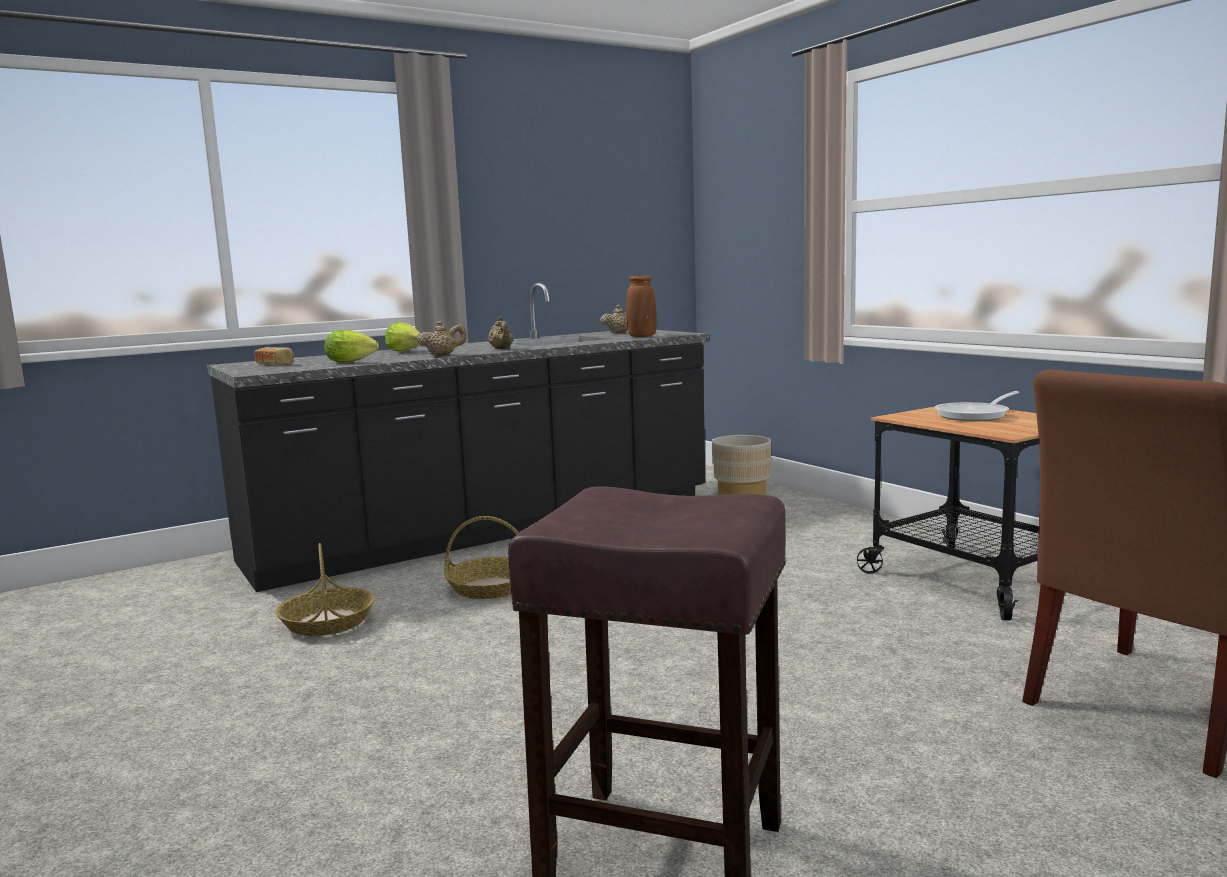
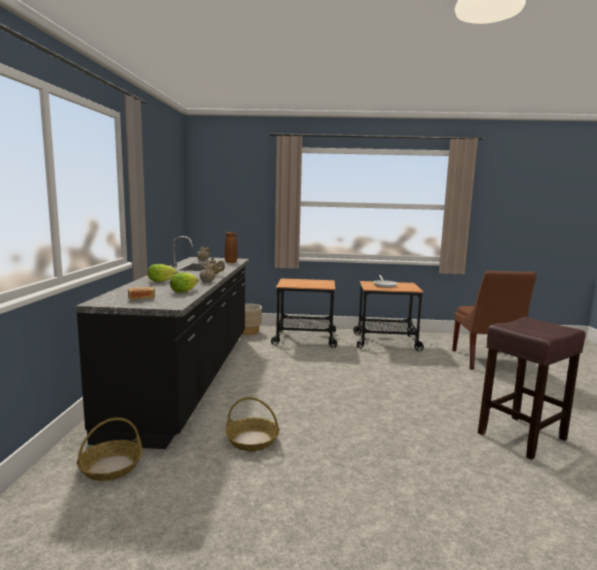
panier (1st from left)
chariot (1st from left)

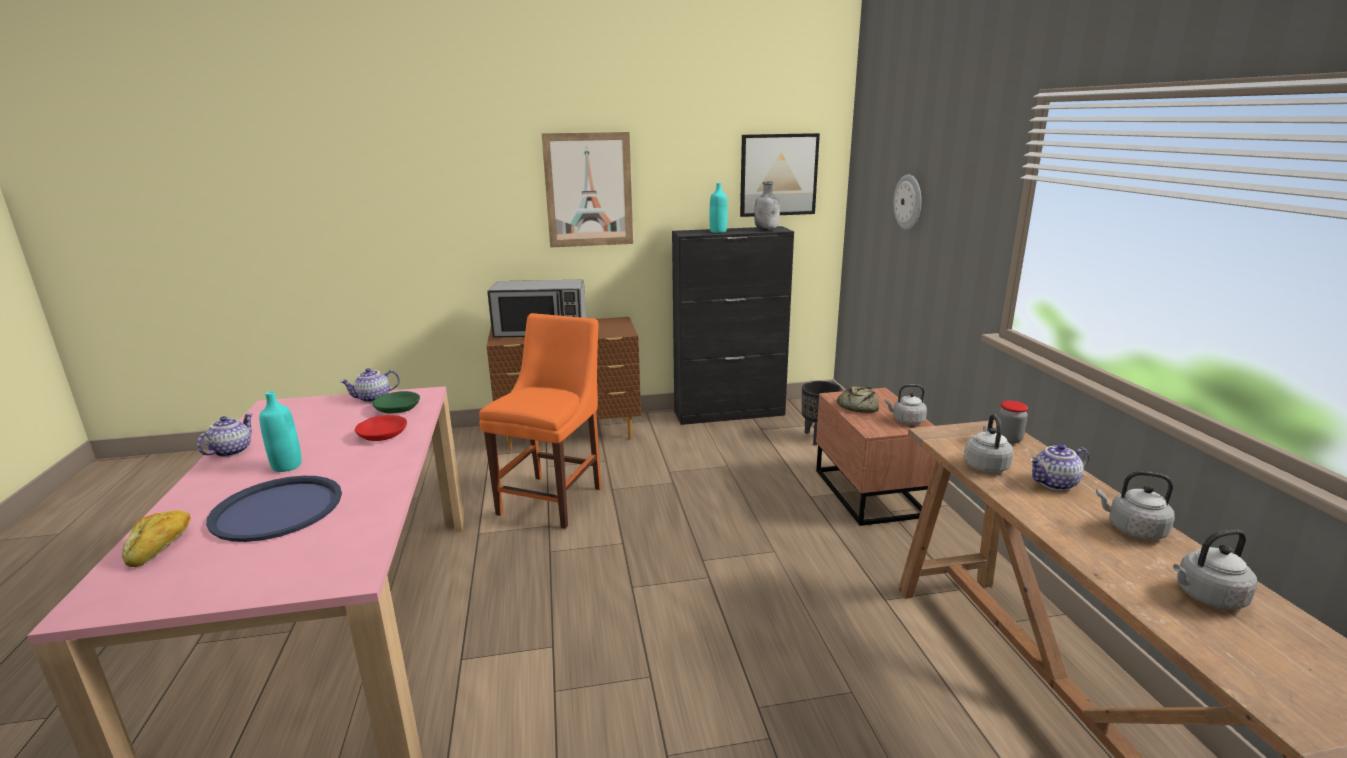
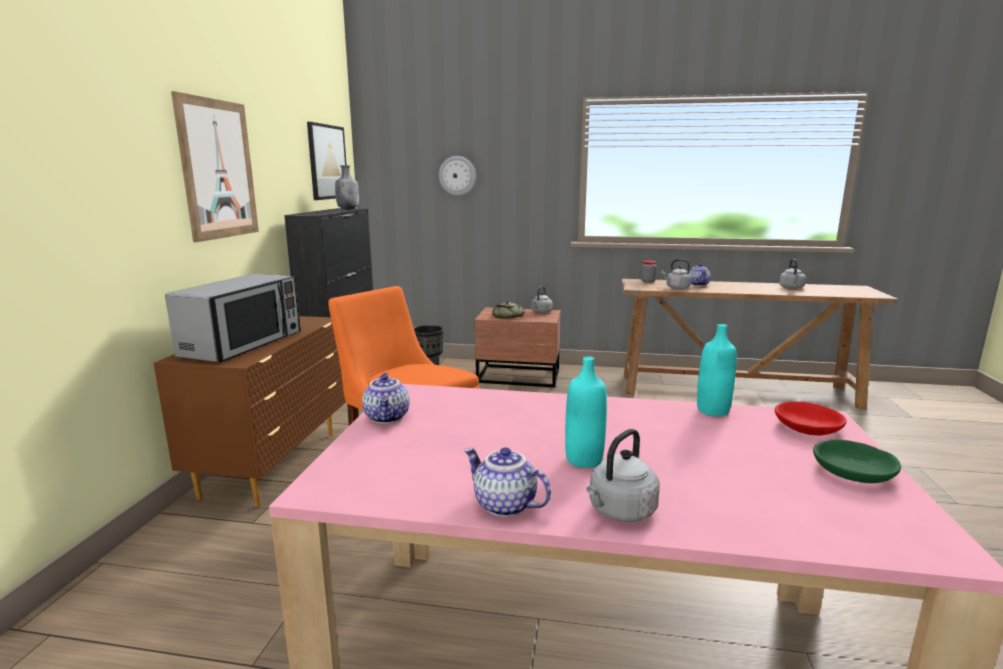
pain (1st from left in the first image)
plateau/bleu
bol/rouge
bol/vert
bouteille/turquoise (2nd from left)
bouilloire/gris (2nd from left)

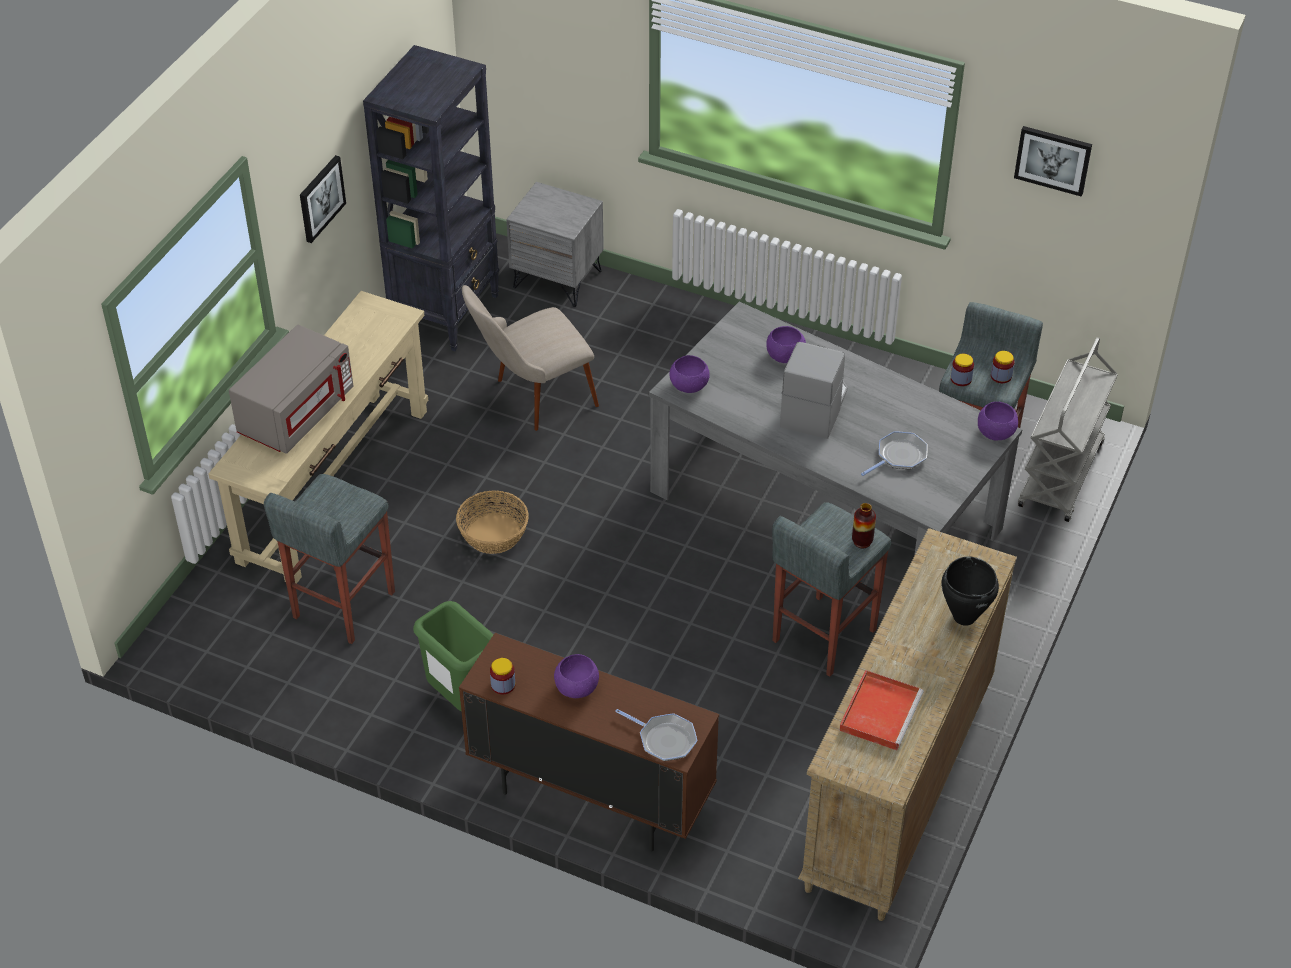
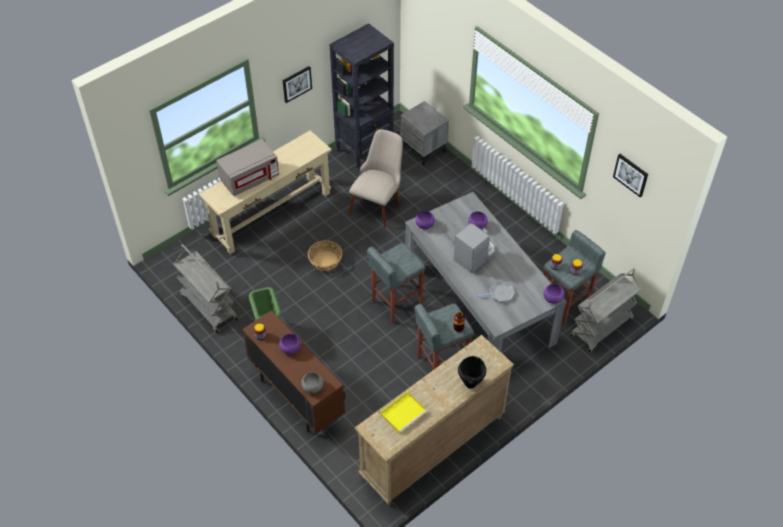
tabouret/gris (1st from left)
chaise/beige
bol/gris
plateau/jaune
chariot/gris (1st from left)

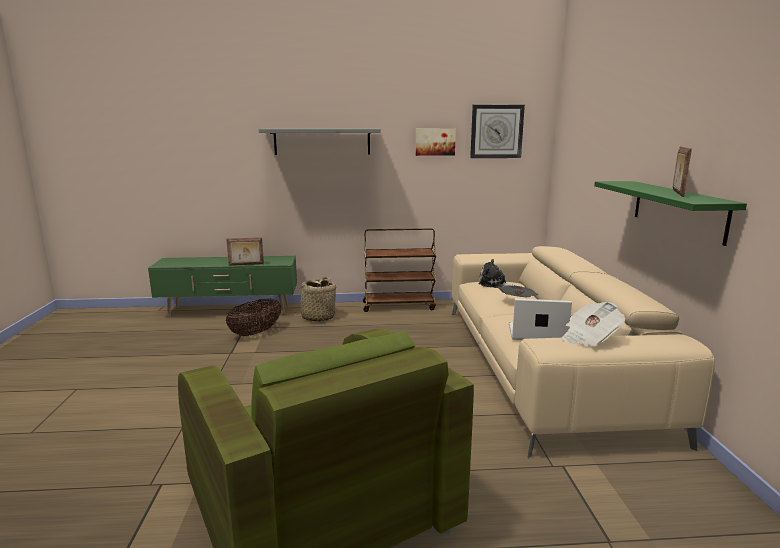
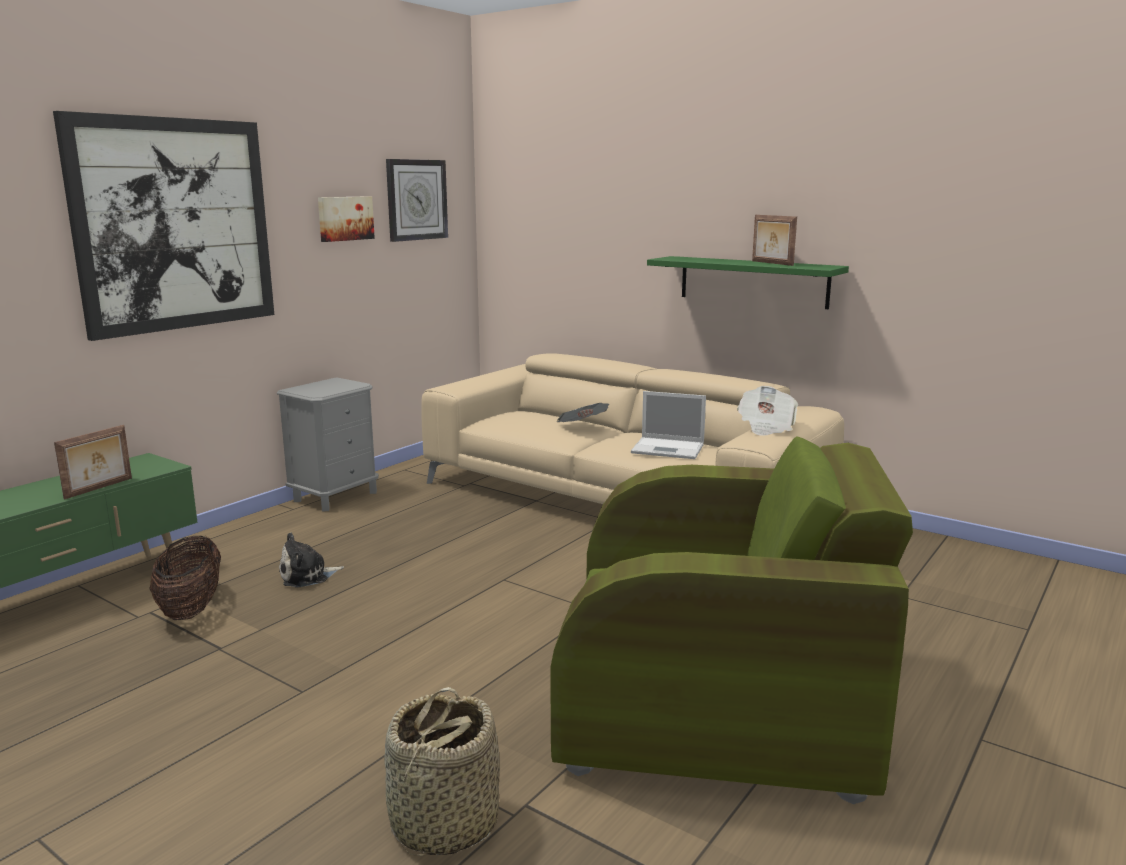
tableau (1st from left)
panier (2nd from left)
table de chevet/gris
peluche
ordinateur portable

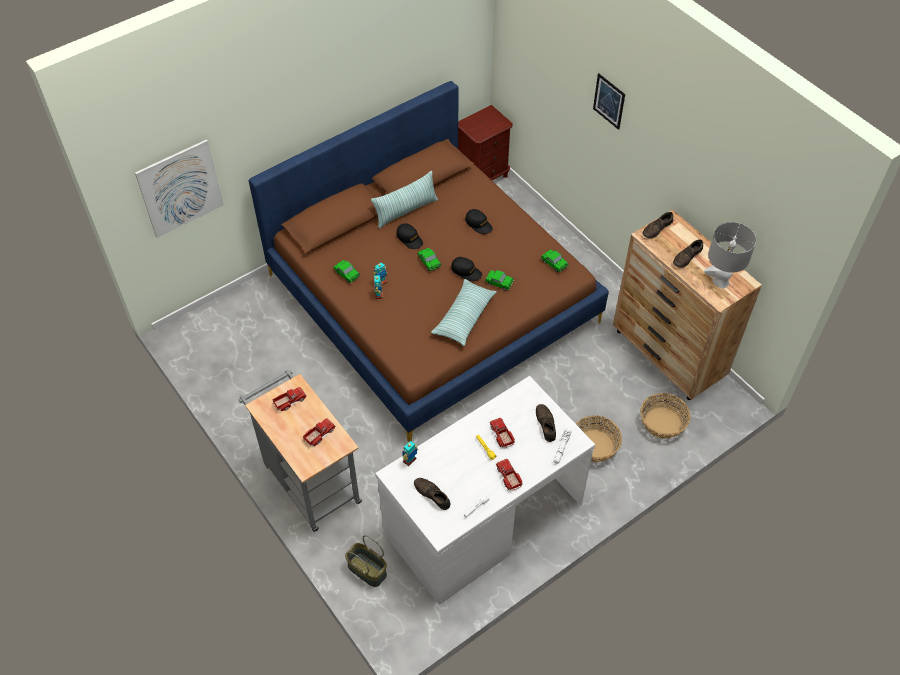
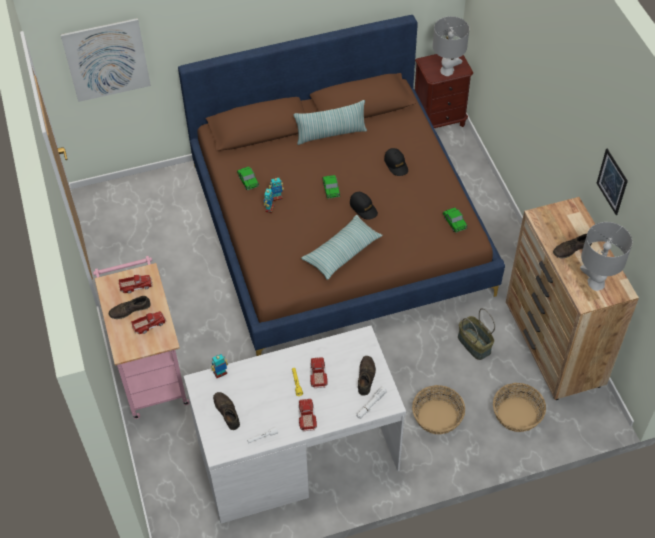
chariot/rose
panier (2nd from left)
casquette/noir (1st from left in the first image)
petite voiture (3rd from left in the first image)
tableau (2nd from left)
chaussure/marron (1st from left)
lampe de table/gris (1st from left)

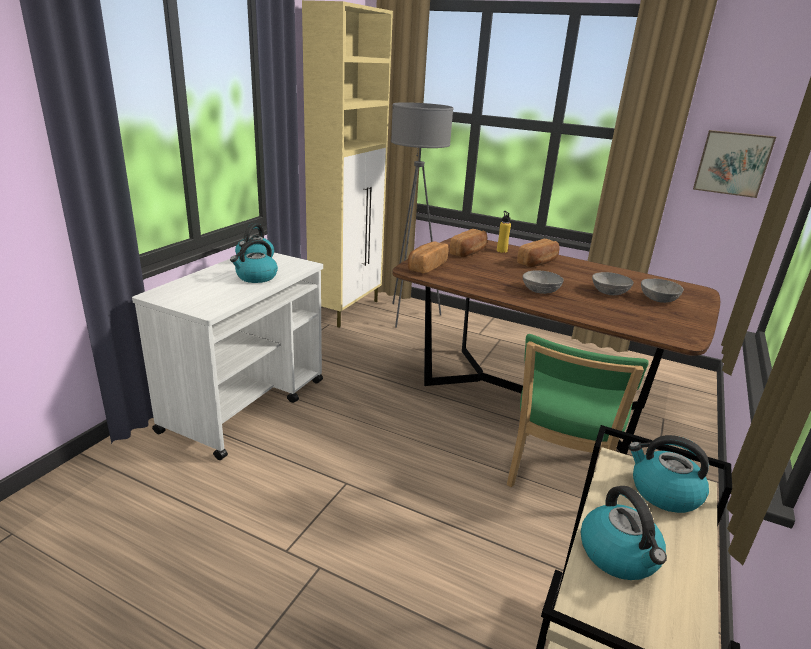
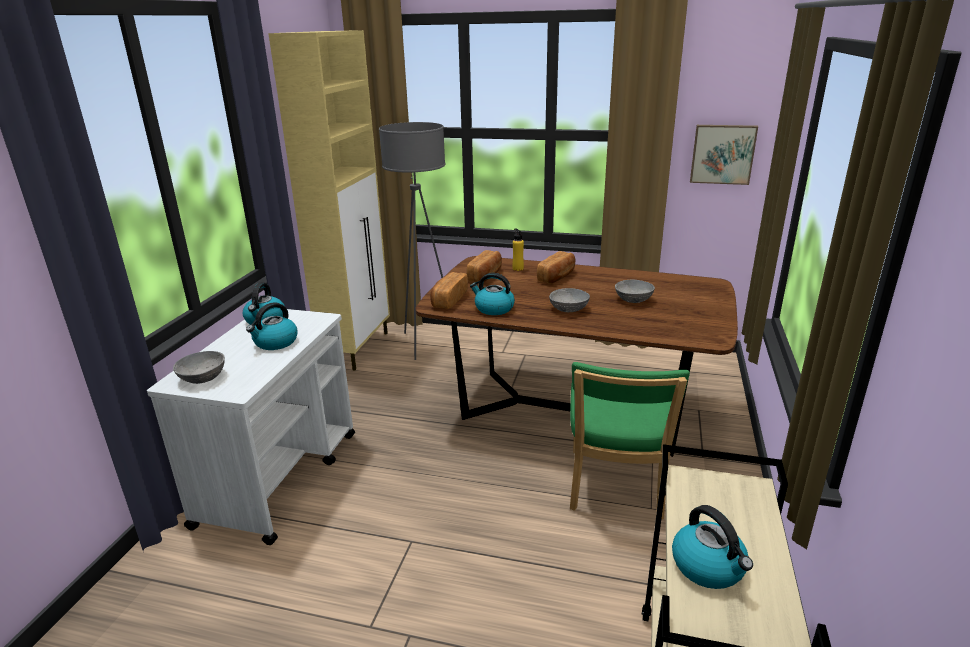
bouilloire (3rd from left)
bol/gris (1st from left)

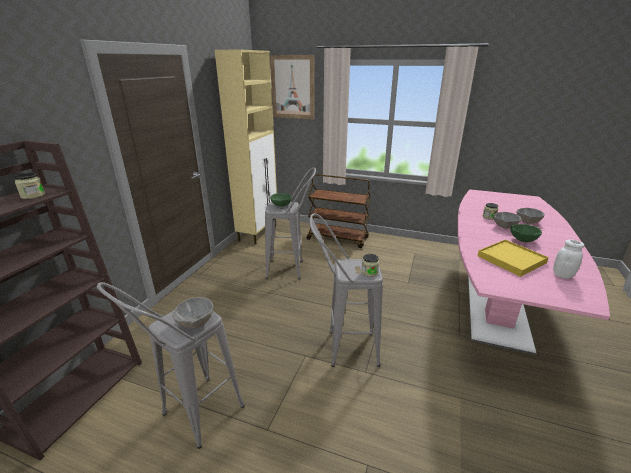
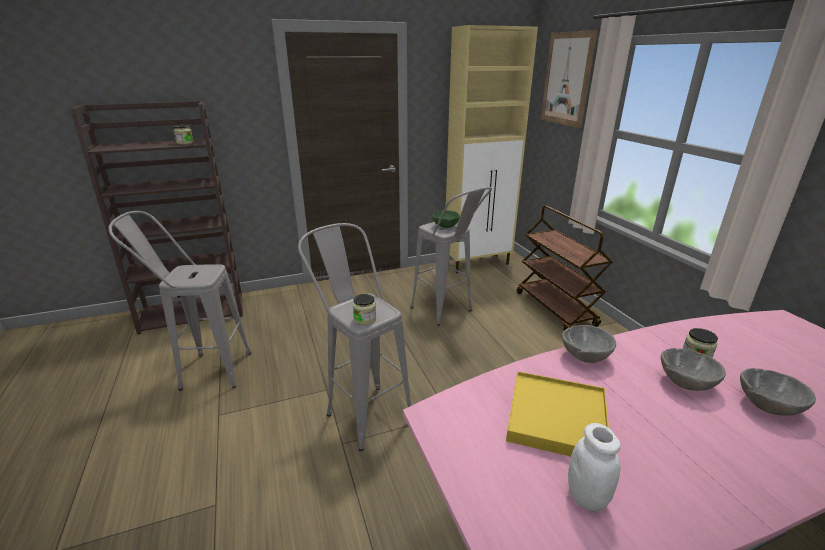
bol/gris (1st from left)
bol/vert (2nd from left in the first image)

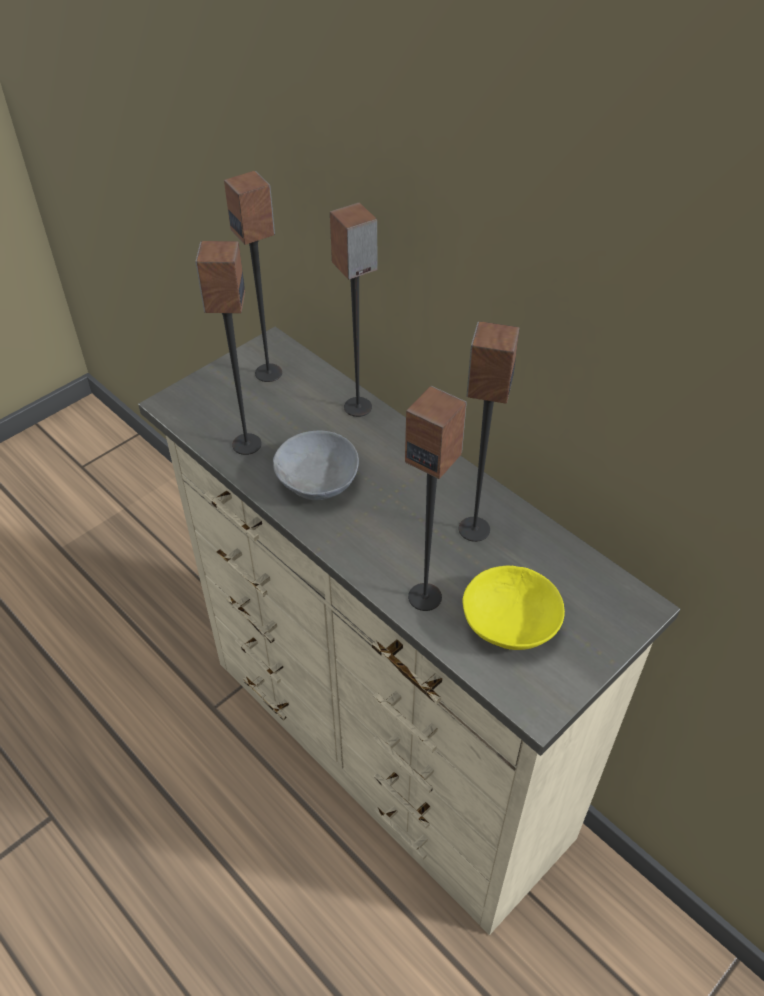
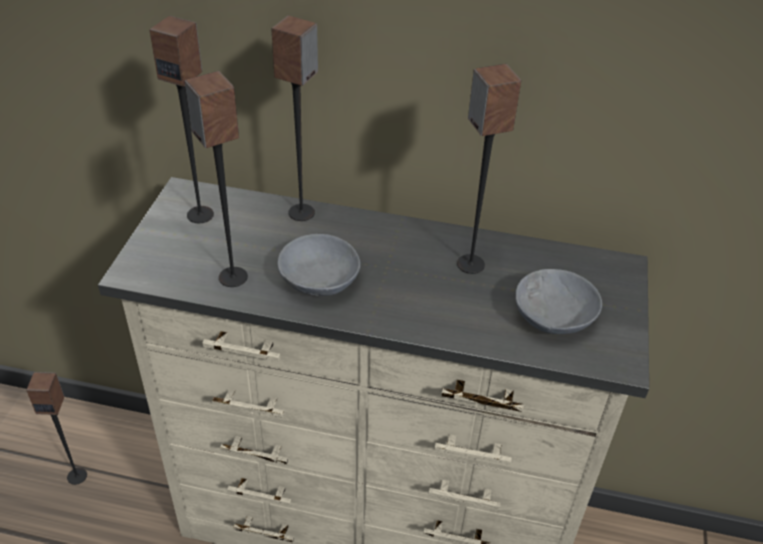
enceinte (1st from left)
bol/gris (2nd from left)

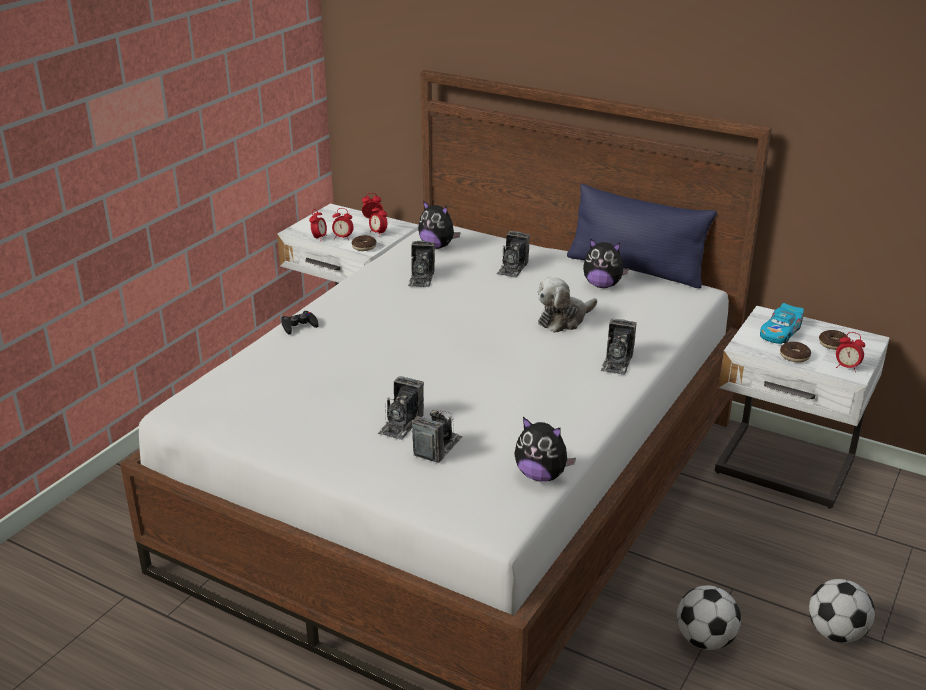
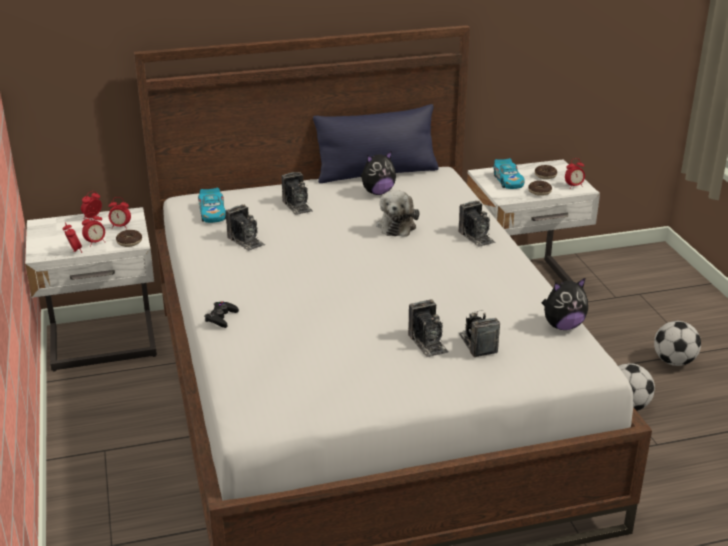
petite voiture (1st from left)

